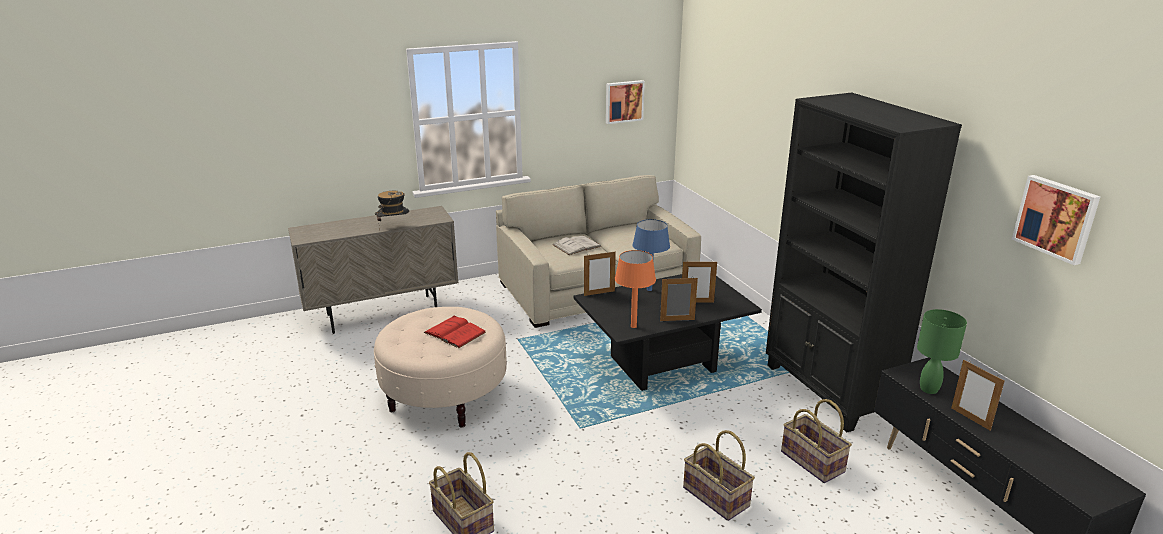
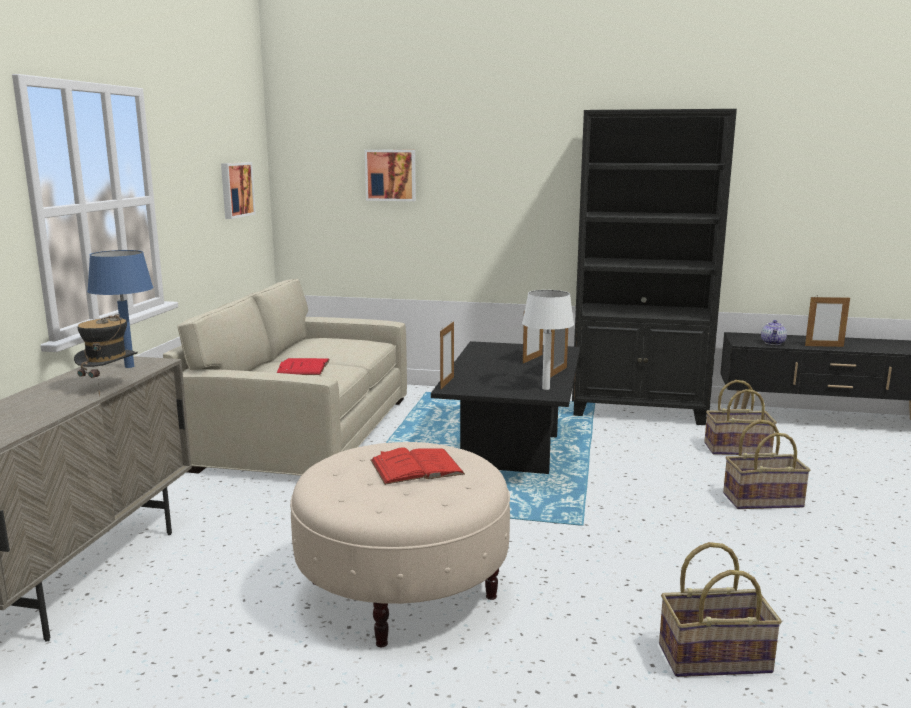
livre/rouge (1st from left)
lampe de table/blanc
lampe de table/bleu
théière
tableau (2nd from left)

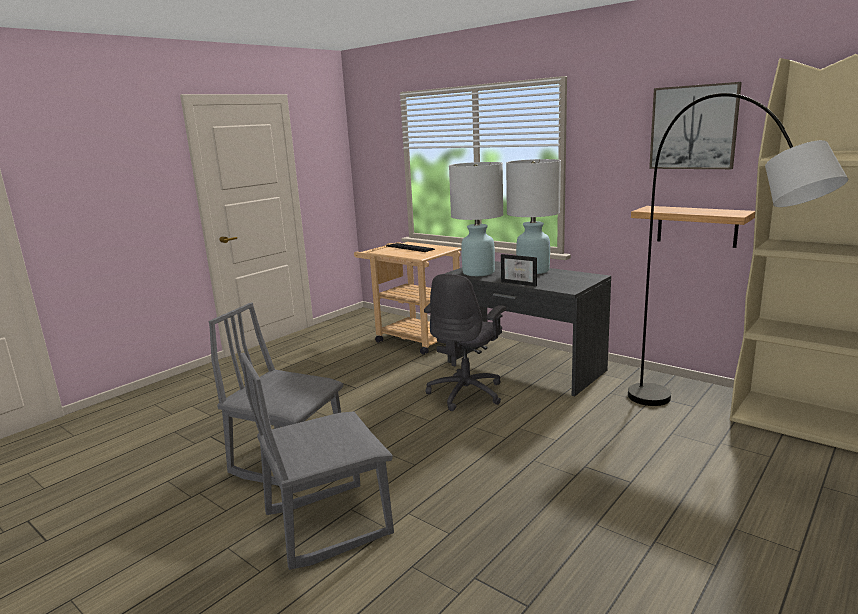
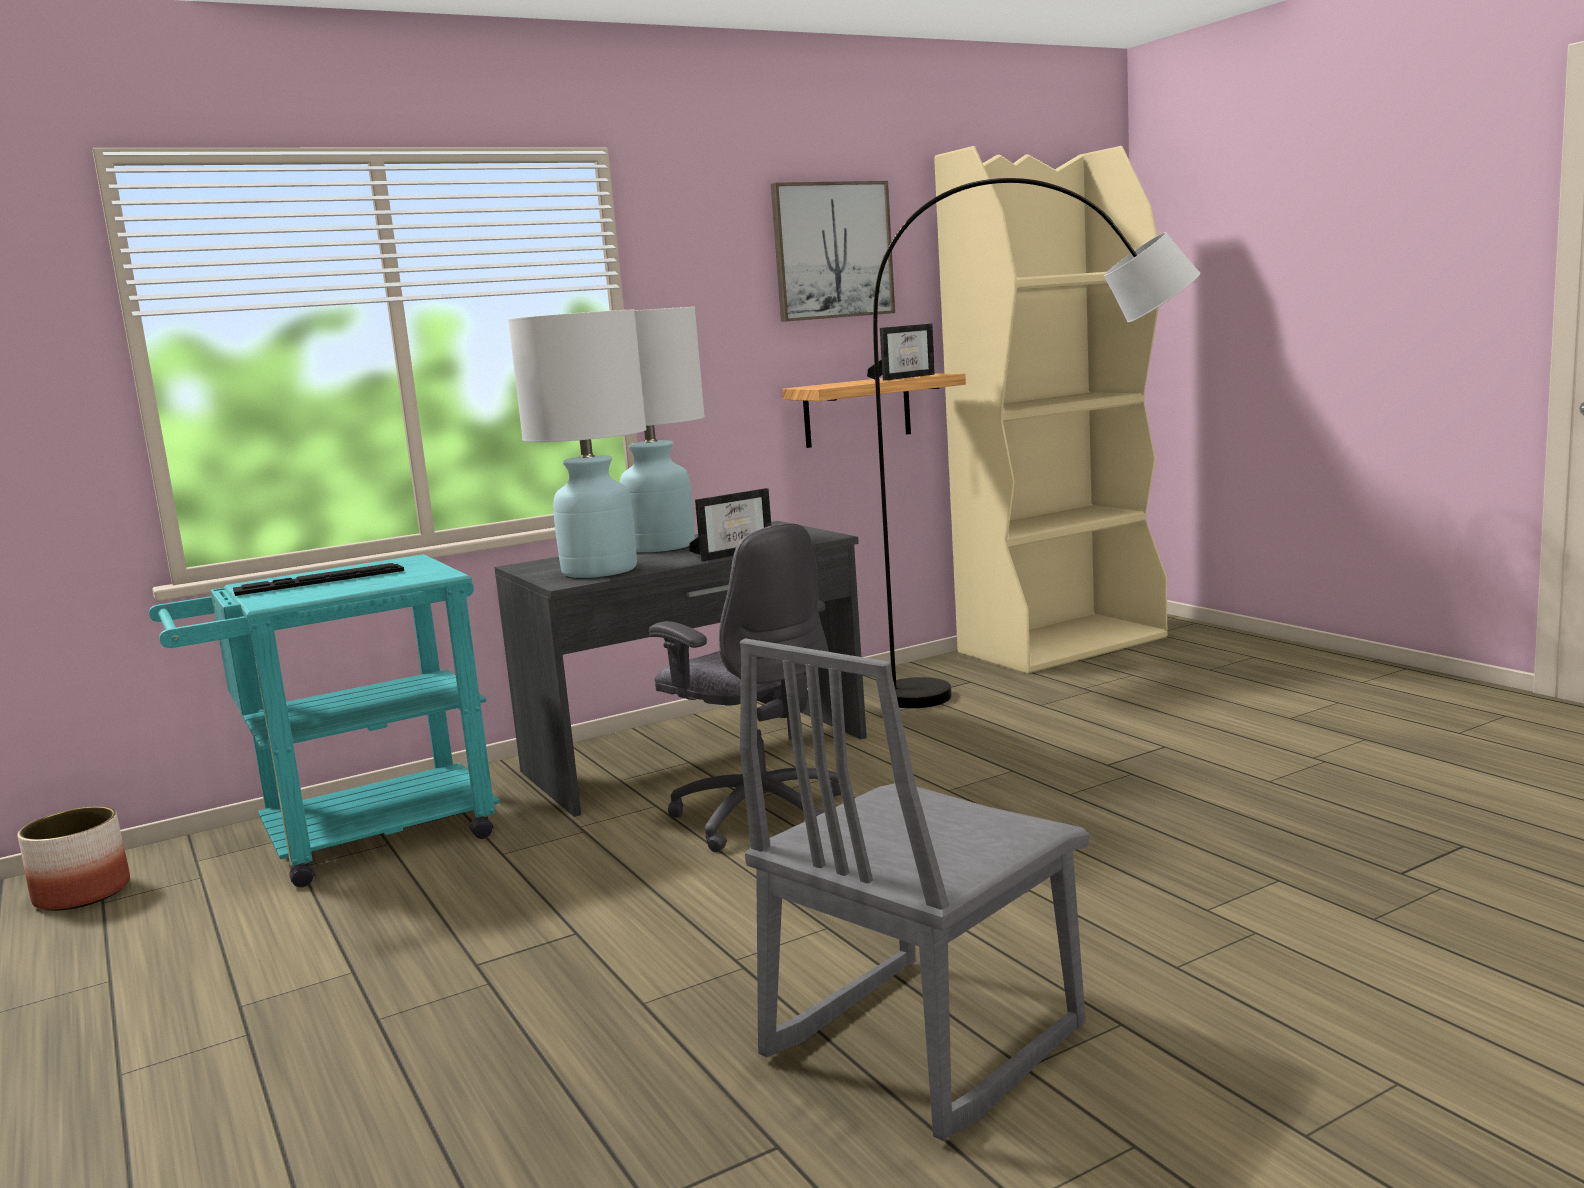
chaise/gris (2nd from left in the first image)
chariot/turquoise
cache-pot
cadre photo (2nd from left)

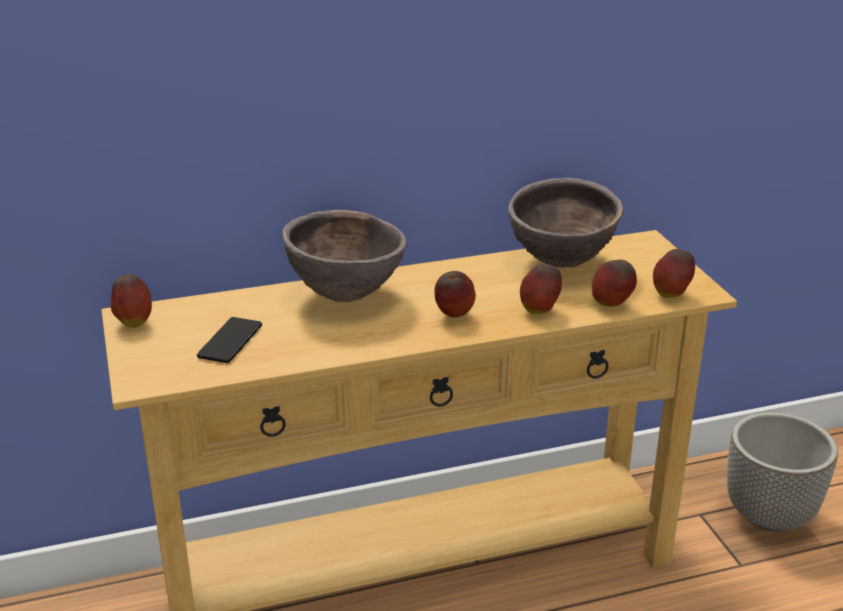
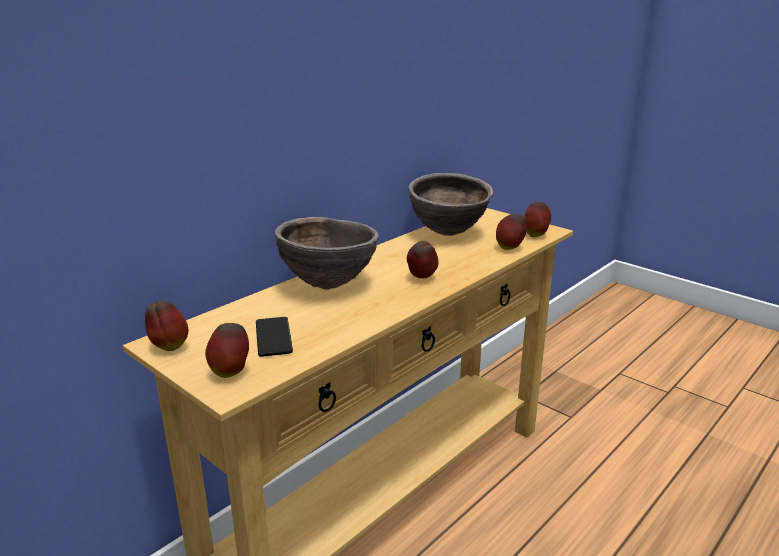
pomme (2nd from left)
cache-pot

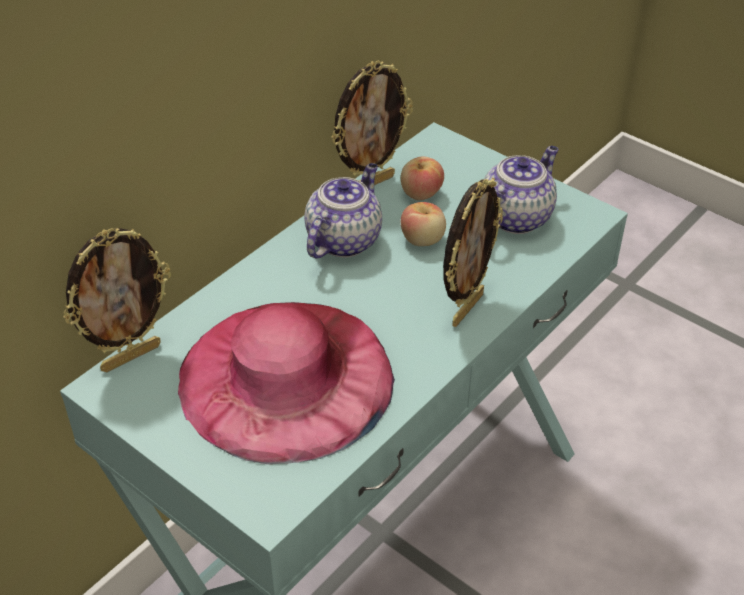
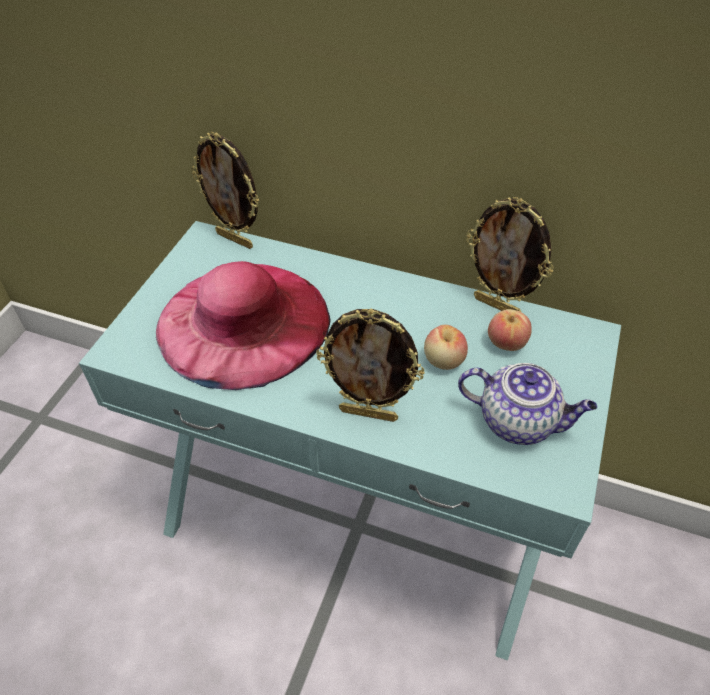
théière (1st from left in the first image)

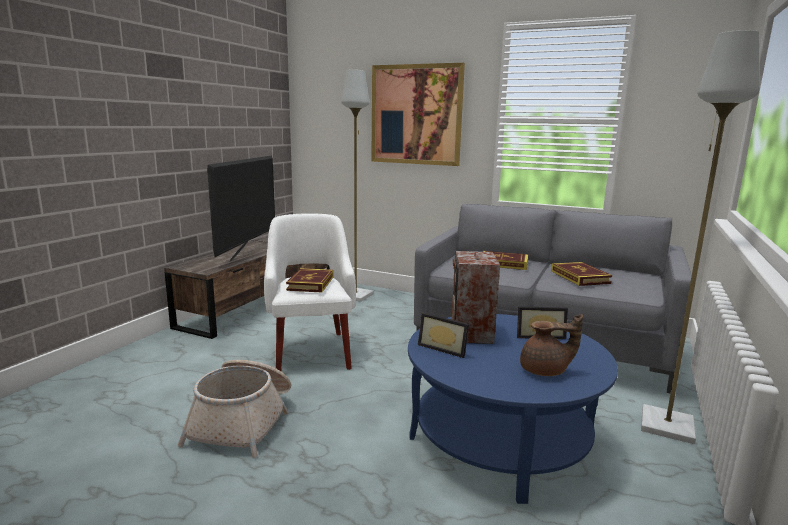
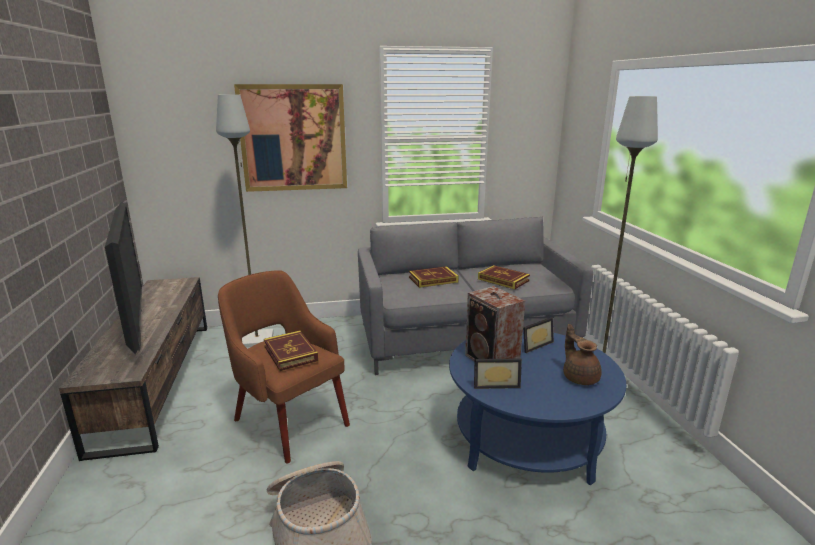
fauteuil/marron
théière/marron

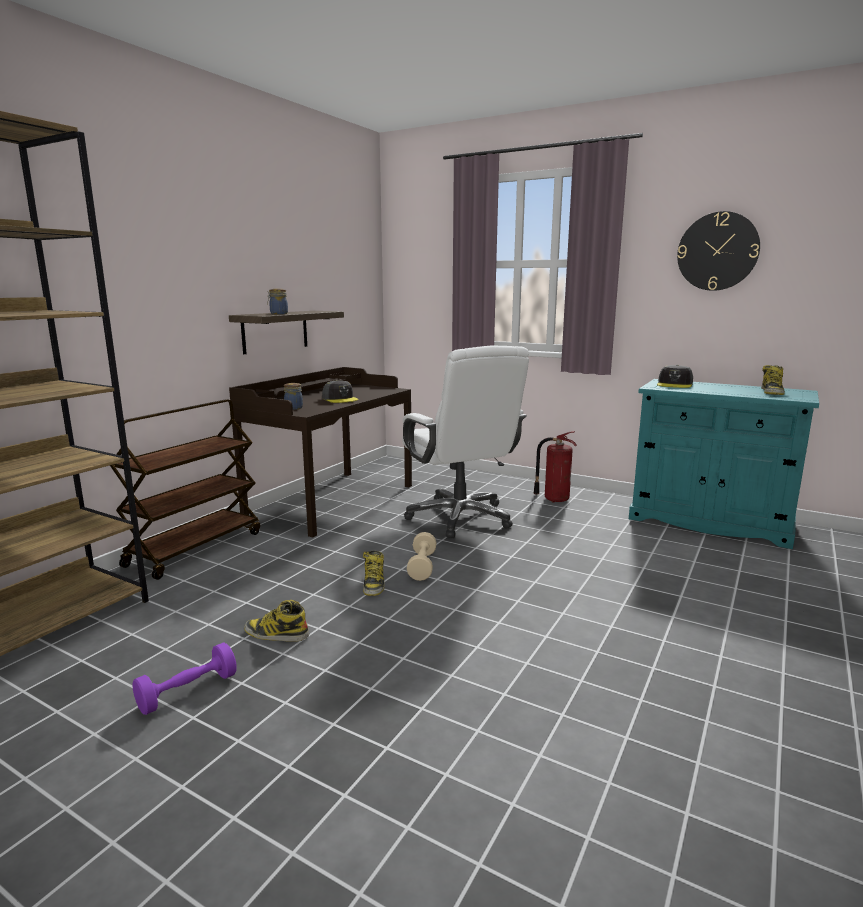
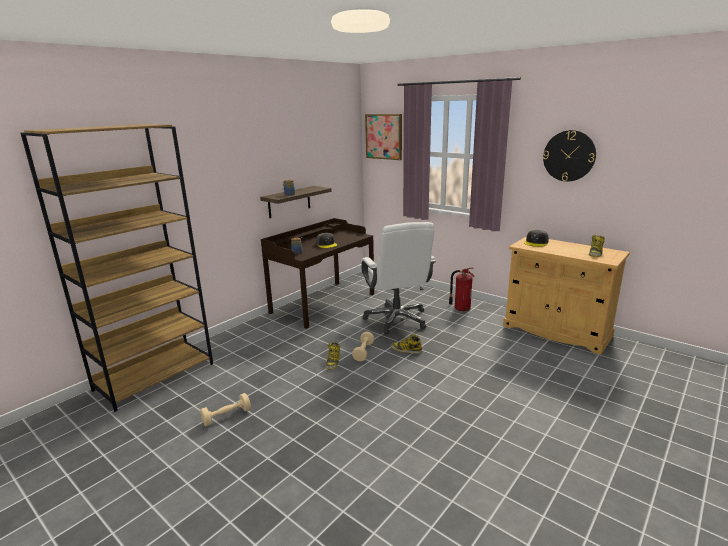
chariot/marron
haltère/beige (1st from left)
botte (2nd from left)
meuble de rangement/beige
tableau

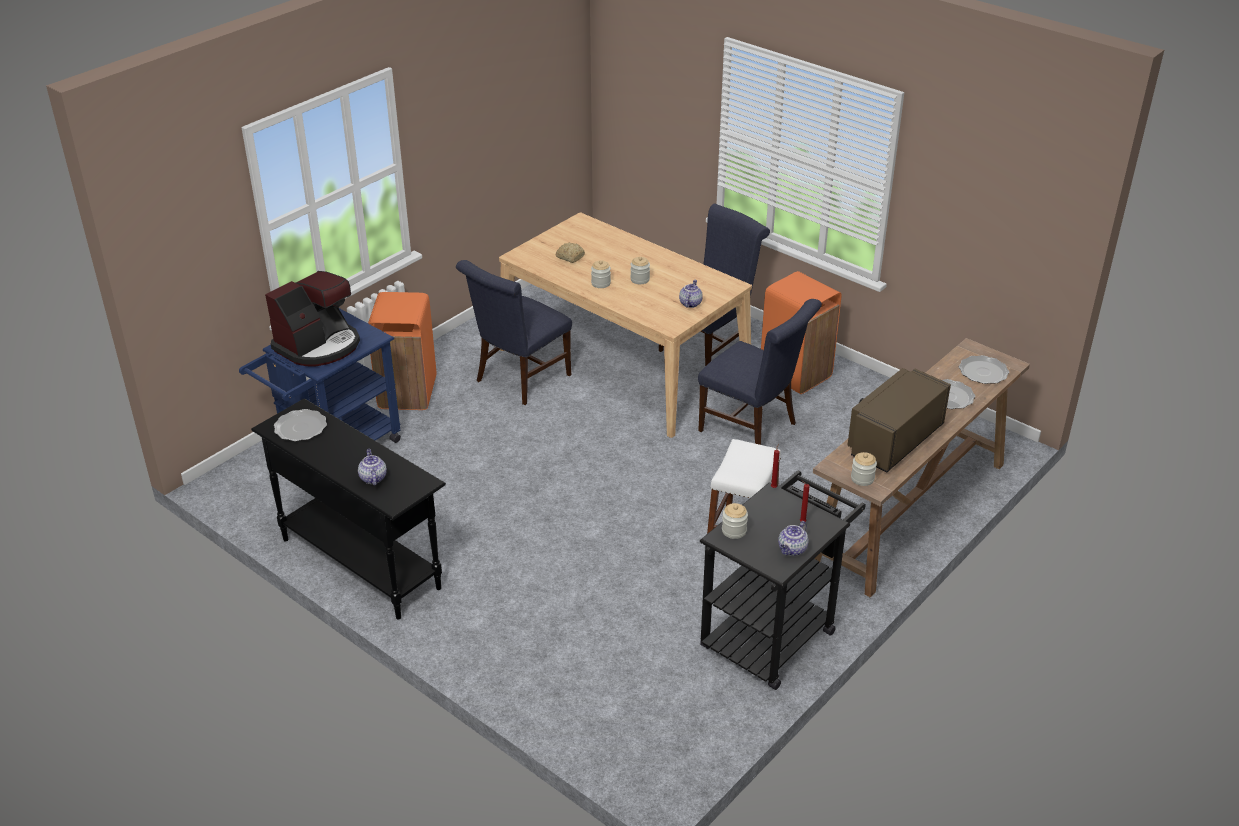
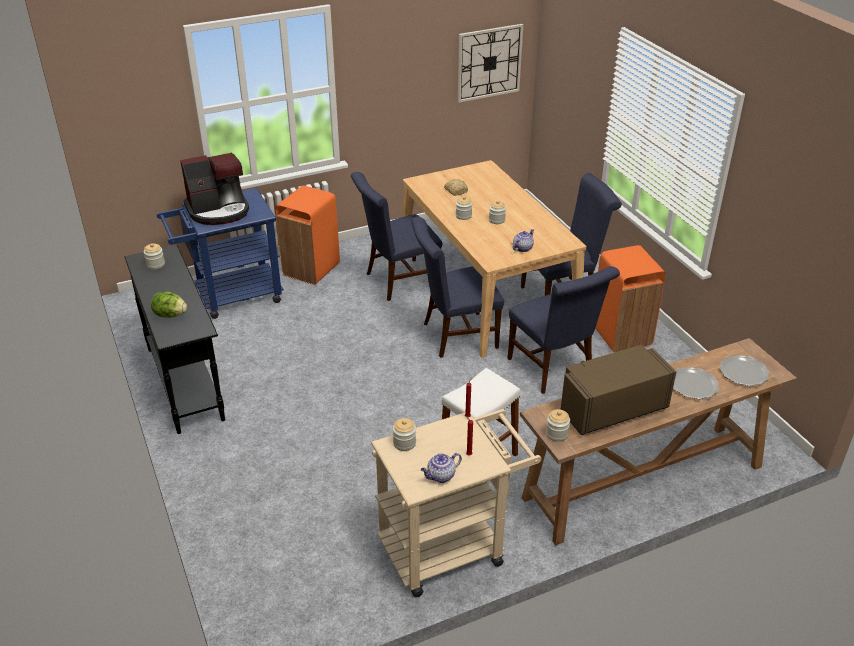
bocal (1st from left)
laitue
chariot/beige
chaise/bleu (2nd from left)
horloge murale

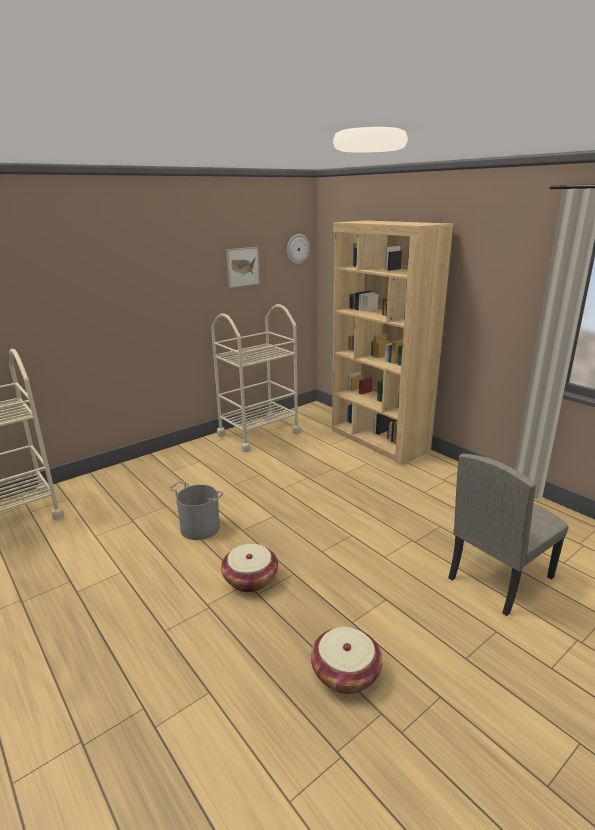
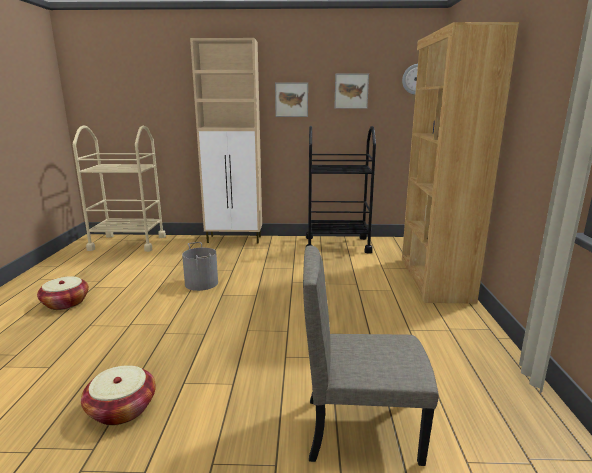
chariot/noir
panier (1st from left)
meuble de rangement/beige
tableau (1st from left)

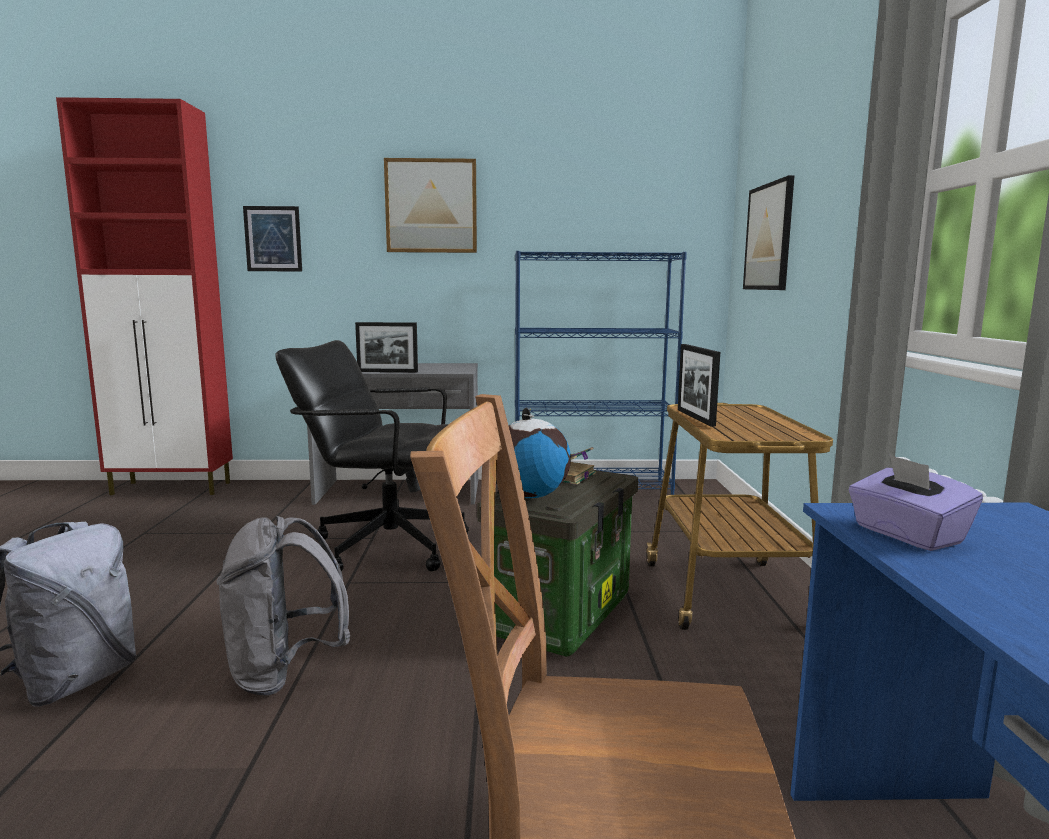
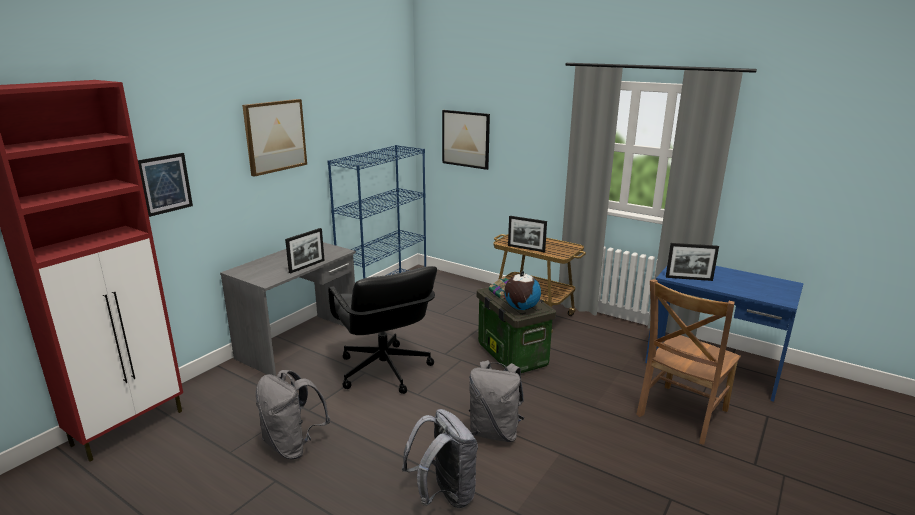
chaise de bureau/noir
cadre photo (3rd from left)
sac à dos/gris (1st from left)

